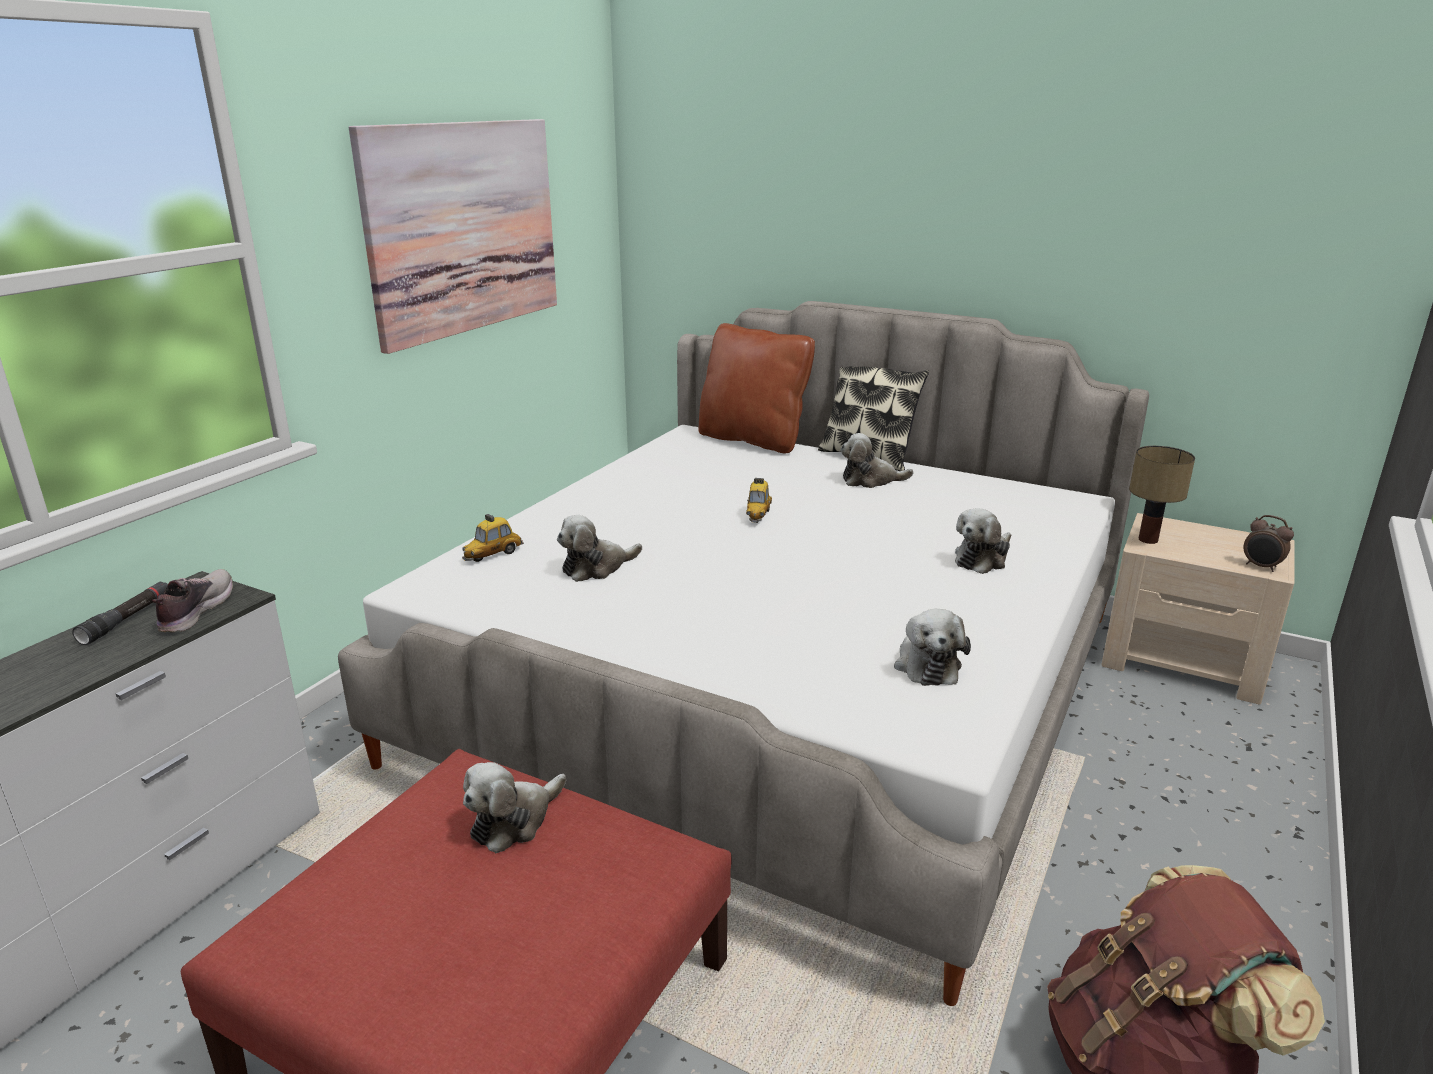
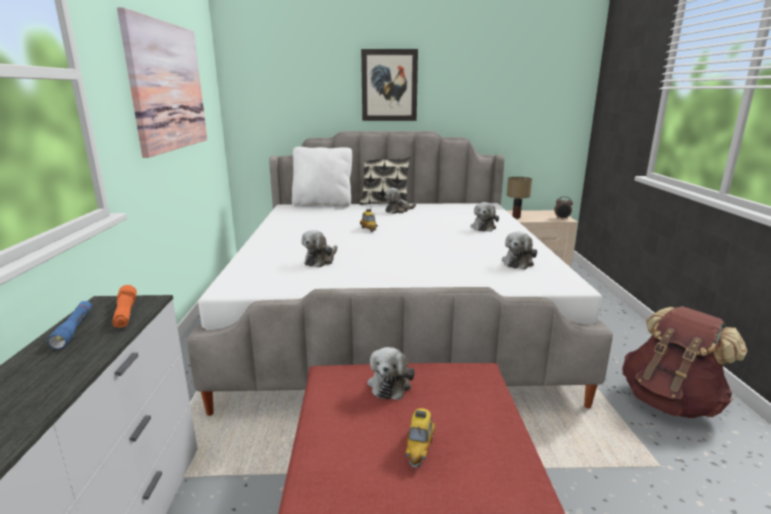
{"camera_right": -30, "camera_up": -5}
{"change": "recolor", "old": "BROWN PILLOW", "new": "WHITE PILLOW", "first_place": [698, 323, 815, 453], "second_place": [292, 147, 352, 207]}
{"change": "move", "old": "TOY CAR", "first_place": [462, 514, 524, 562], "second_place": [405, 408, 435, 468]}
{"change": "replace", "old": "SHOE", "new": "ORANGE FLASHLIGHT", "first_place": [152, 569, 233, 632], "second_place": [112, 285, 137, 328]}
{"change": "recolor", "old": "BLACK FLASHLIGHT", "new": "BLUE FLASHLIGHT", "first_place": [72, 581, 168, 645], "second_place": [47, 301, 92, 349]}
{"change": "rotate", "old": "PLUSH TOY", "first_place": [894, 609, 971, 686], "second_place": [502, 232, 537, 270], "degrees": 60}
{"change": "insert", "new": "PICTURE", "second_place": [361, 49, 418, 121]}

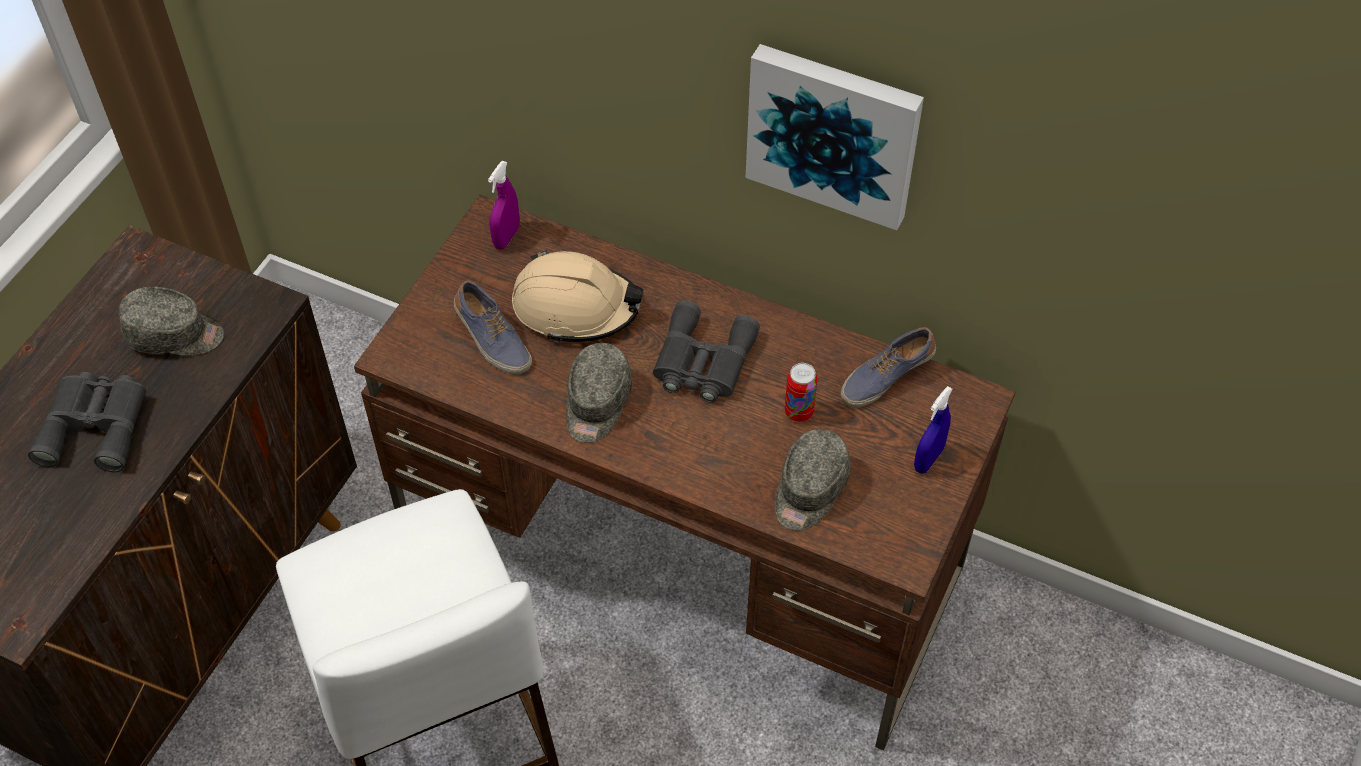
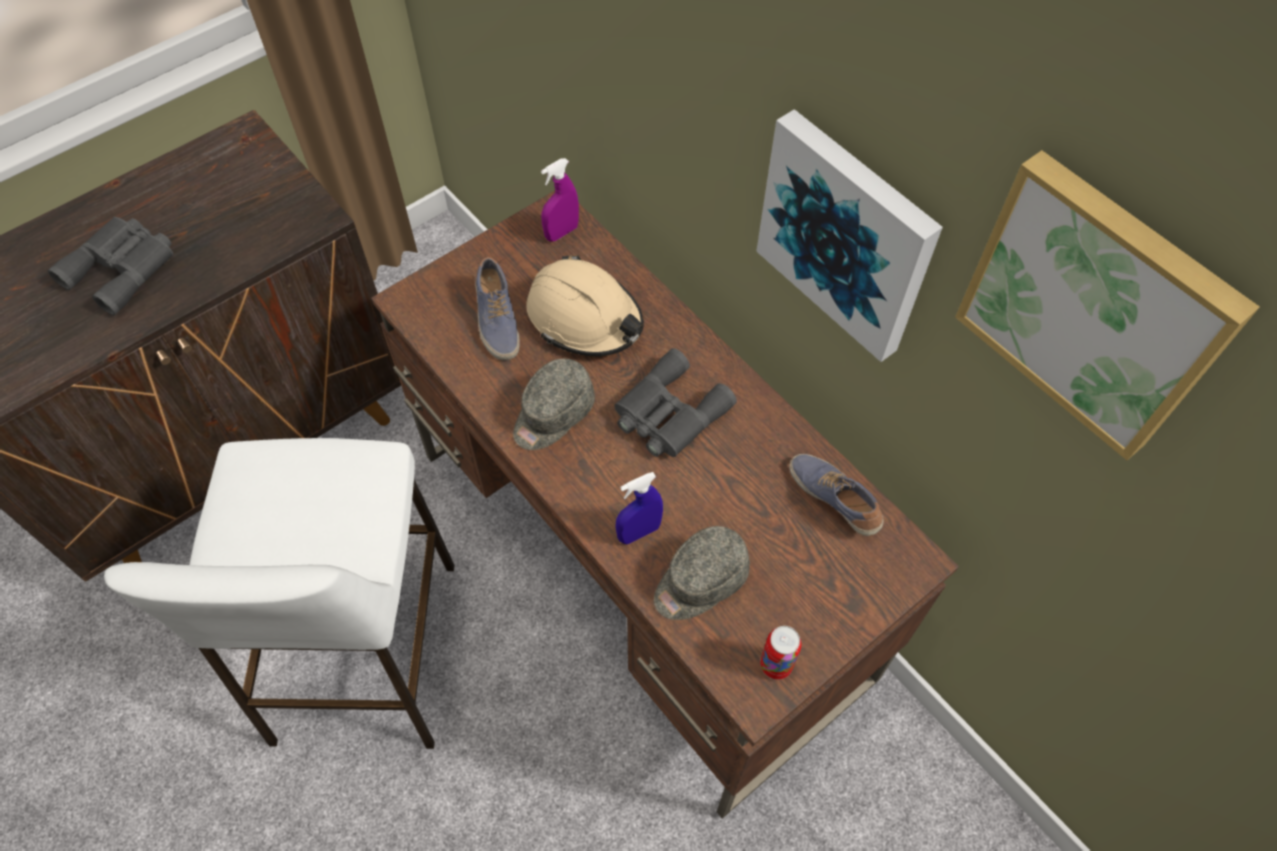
{"camera_right": 25, "camera_up": 5}
{"change": "delete", "old": "GREY CAP", "first_place": [119, 287, 224, 356]}
{"change": "rotate", "old": "SHOE", "first_place": [841, 327, 936, 408], "second_place": [789, 454, 884, 536], "degrees": 60}
{"change": "move", "old": "CAN", "first_place": [785, 363, 817, 422], "second_place": [760, 626, 801, 680]}
{"change": "move", "old": "BLUE SPRAY BOTTLE", "first_place": [914, 386, 953, 474], "second_place": [615, 472, 663, 544]}
{"change": "insert", "new": "PICTURE", "second_place": [955, 150, 1260, 460]}

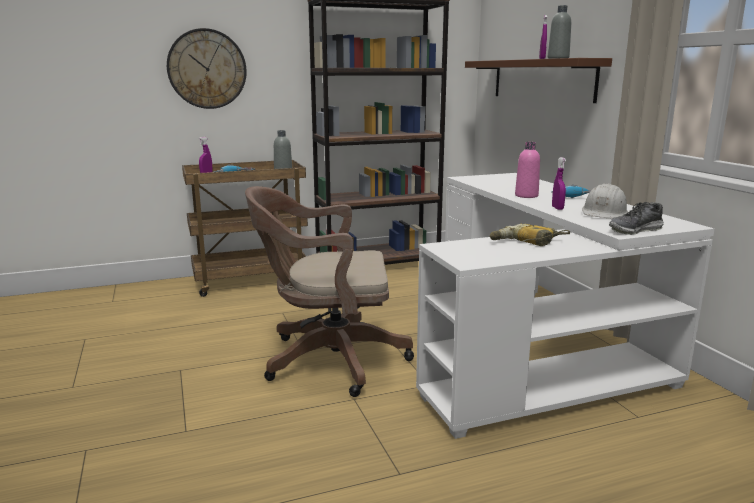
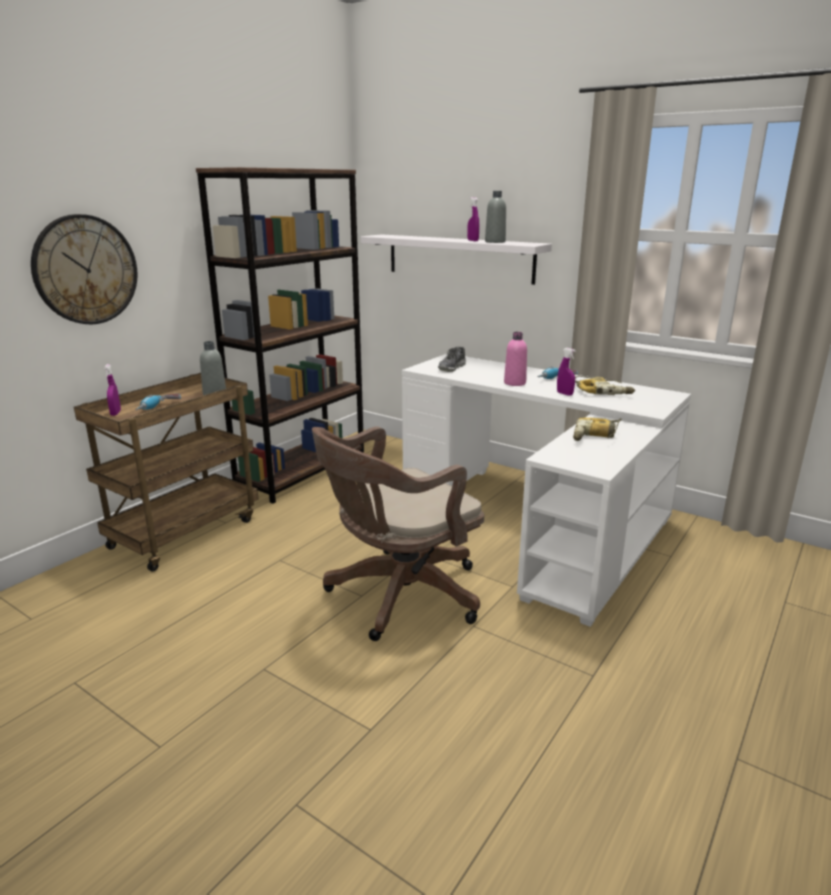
{"camera_right": -35, "camera_up": 5}
{"change": "recolor", "old": "BROWN SHELF", "new": "WHITE SHELF", "first_place": [465, 58, 612, 103], "second_place": [361, 234, 552, 285]}
{"change": "replace", "old": "WHITE HARD HAT", "new": "POWER DRILL", "first_place": [582, 183, 628, 218], "second_place": [575, 376, 635, 395]}
{"change": "move", "old": "SHOE", "first_place": [609, 202, 664, 235], "second_place": [438, 347, 466, 372]}

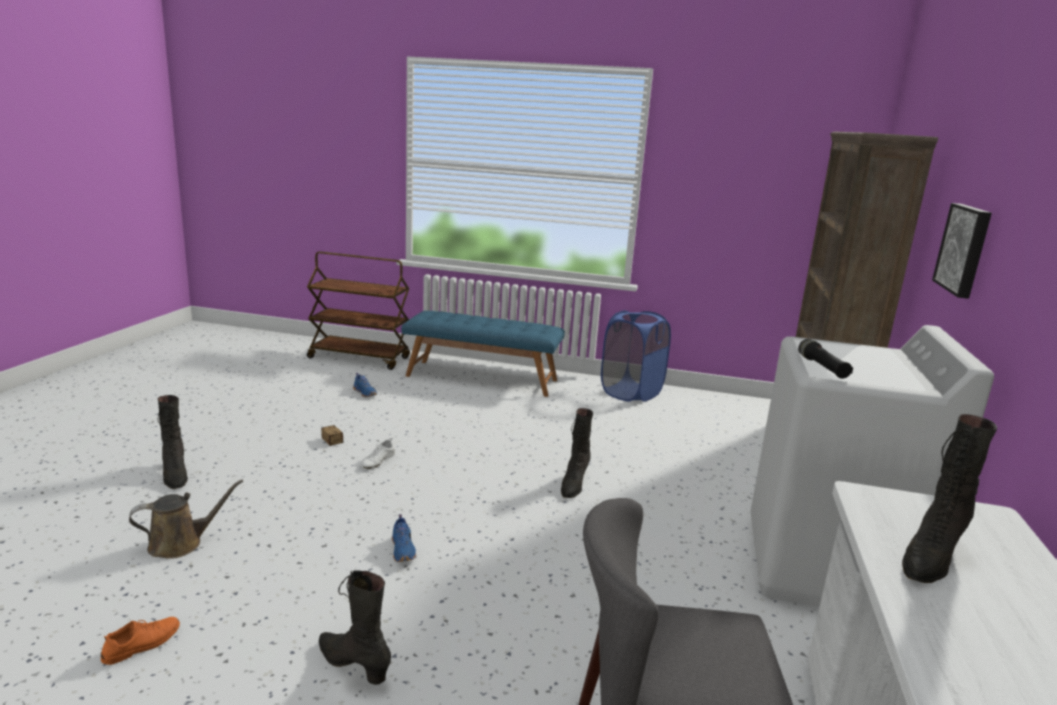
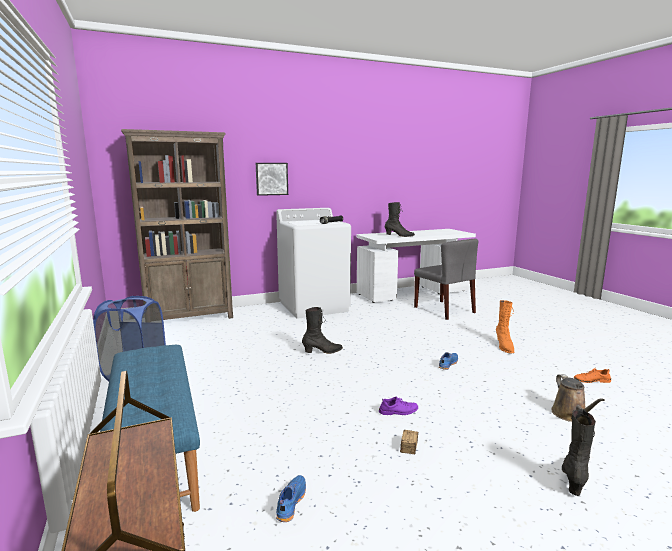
{"camera_right": -125, "camera_up": -5}
{"change": "recolor", "old": "WHITE SHOE", "new": "PURPLE SHOE", "first_place": [361, 438, 395, 470], "second_place": [379, 397, 418, 415]}
{"change": "rotate", "old": "BROWN WATERING CAN", "first_place": [129, 480, 243, 559], "second_place": [551, 374, 605, 422], "degrees": -120}
{"change": "recolor", "old": "BLACK BOOT", "new": "ORANGE BOOT", "first_place": [319, 570, 391, 685], "second_place": [496, 300, 514, 354]}

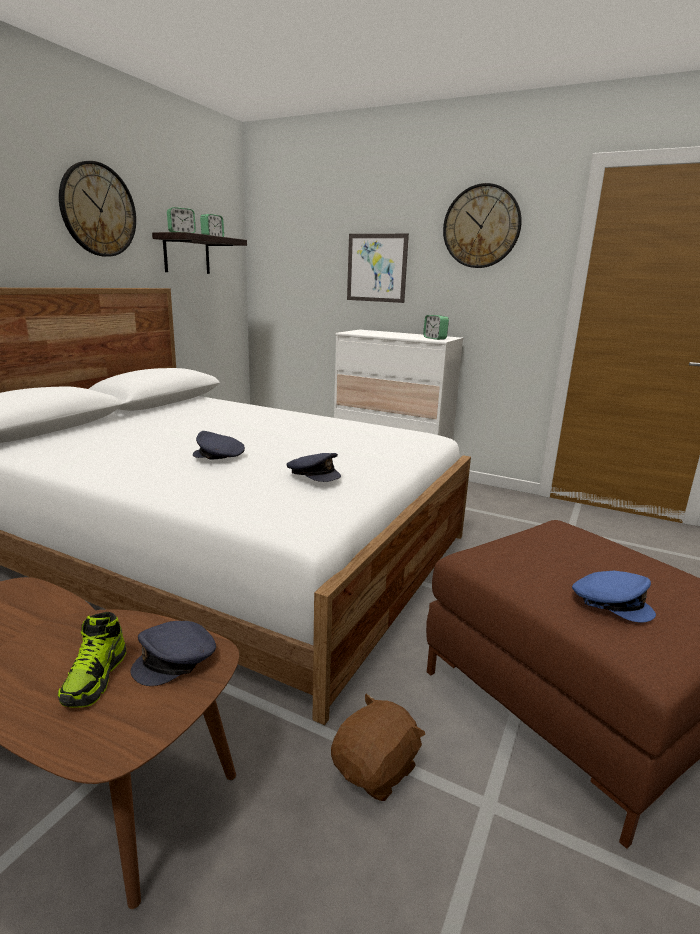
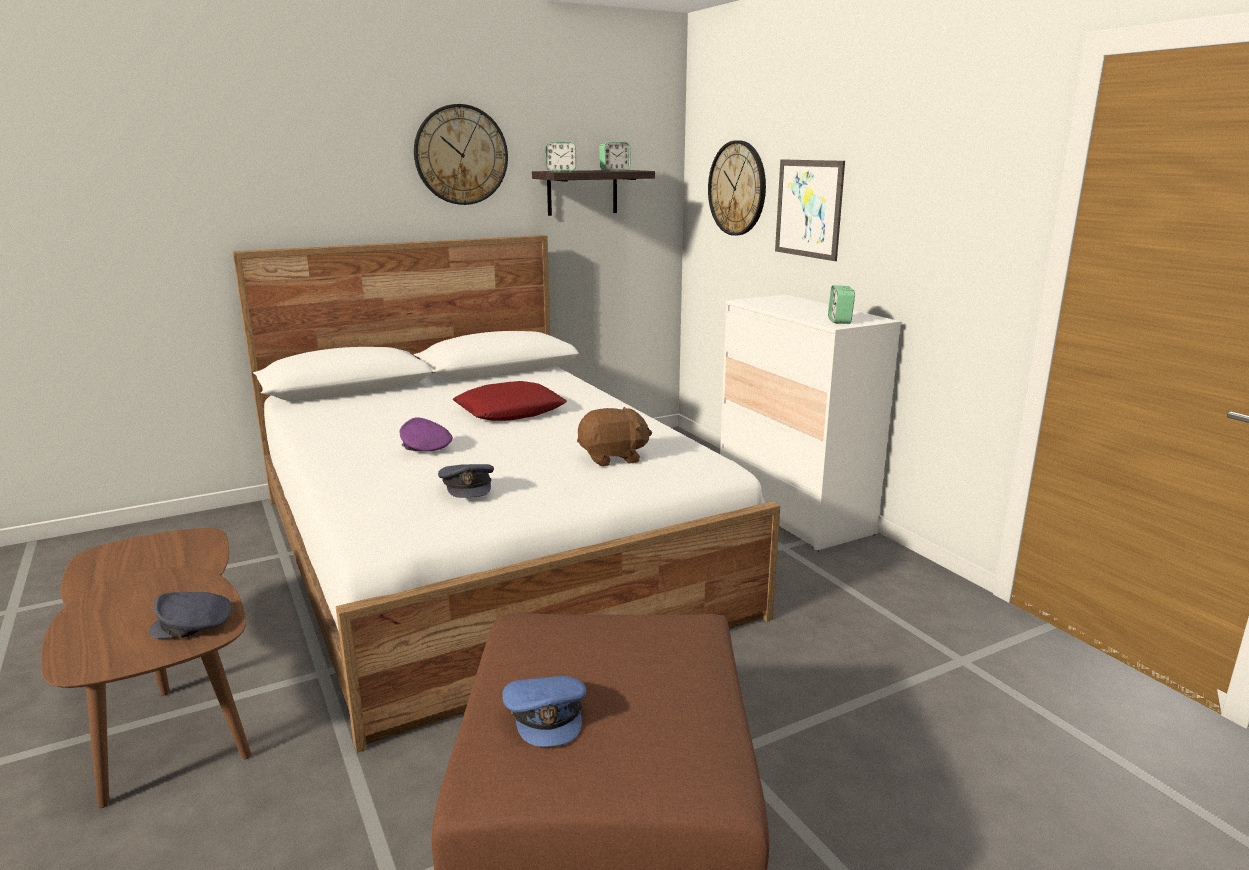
{"camera_right": 35, "camera_up": 0}
{"change": "move", "old": "WALL CLOCK", "first_place": [443, 183, 522, 268], "second_place": [708, 140, 766, 236]}
{"change": "recolor", "old": "GREY CAP", "new": "PURPLE CAP", "first_place": [193, 431, 245, 460], "second_place": [400, 417, 453, 451]}
{"change": "delete", "old": "SHOE", "first_place": [58, 612, 126, 708]}
{"change": "move", "old": "BROWN PLUSH TOY", "first_place": [331, 693, 425, 801], "second_place": [577, 407, 652, 466]}
{"change": "insert", "new": "RED PILLOW", "second_place": [452, 381, 567, 421]}

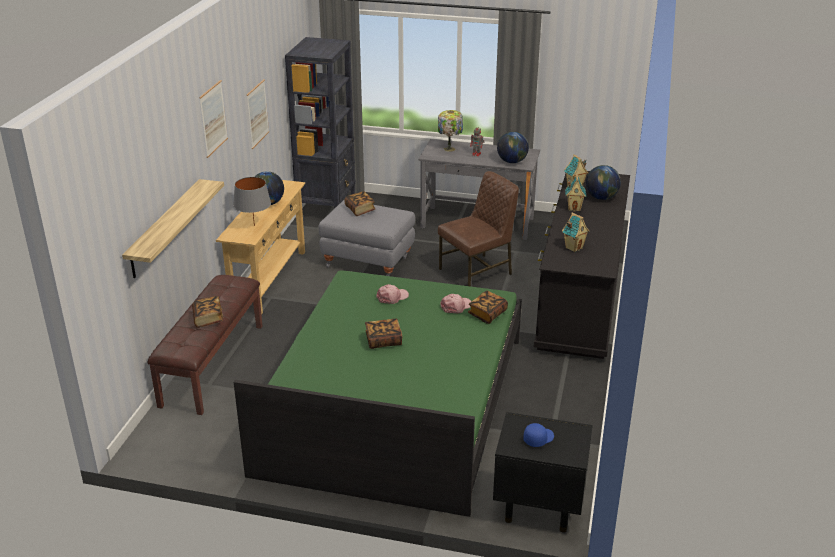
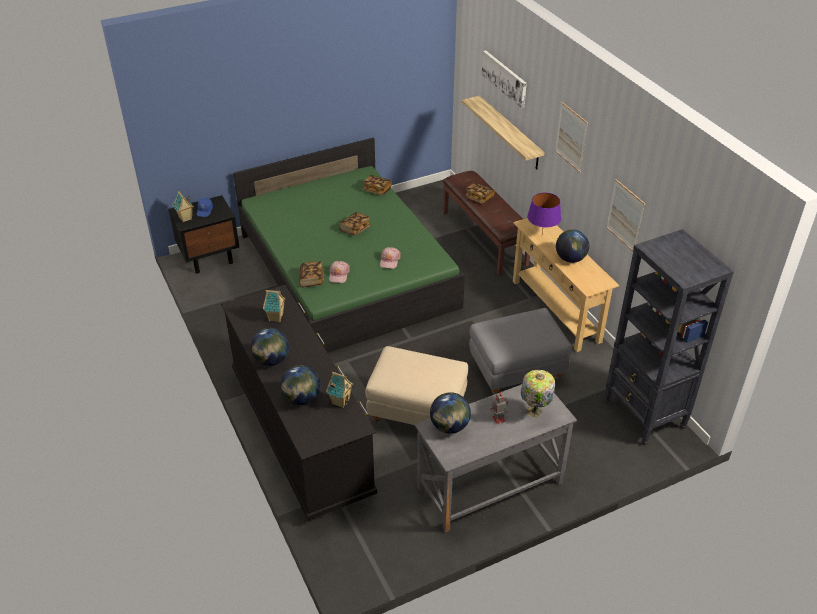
{"camera_right": 140, "camera_up": 10}
{"change": "replace", "old": "BROWN CHAIR", "new": "BEIGE OTTOMAN", "first_place": [438, 171, 519, 286], "second_place": [365, 346, 468, 425]}
{"change": "move", "old": "TOY HOUSE", "first_place": [565, 174, 586, 211], "second_place": [173, 191, 194, 223]}
{"change": "recolor", "old": "GREY TABLE LAMP", "new": "PURPLE TABLE LAMP", "first_place": [233, 177, 271, 226], "second_place": [527, 193, 561, 234]}
{"change": "move", "old": "BOOK", "first_place": [345, 191, 375, 216], "second_place": [363, 175, 392, 195]}
{"change": "insert", "new": "PICTURE", "second_place": [482, 50, 527, 108]}
{"change": "insert", "new": "GLOBE", "second_place": [251, 328, 290, 366]}

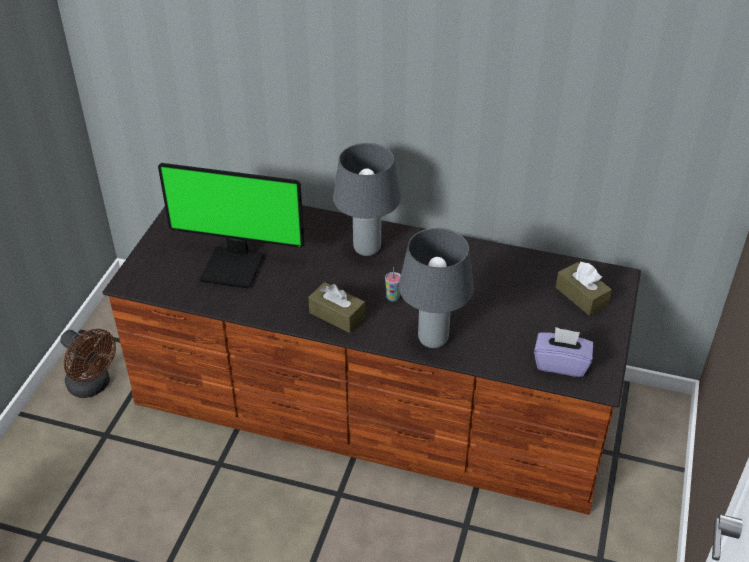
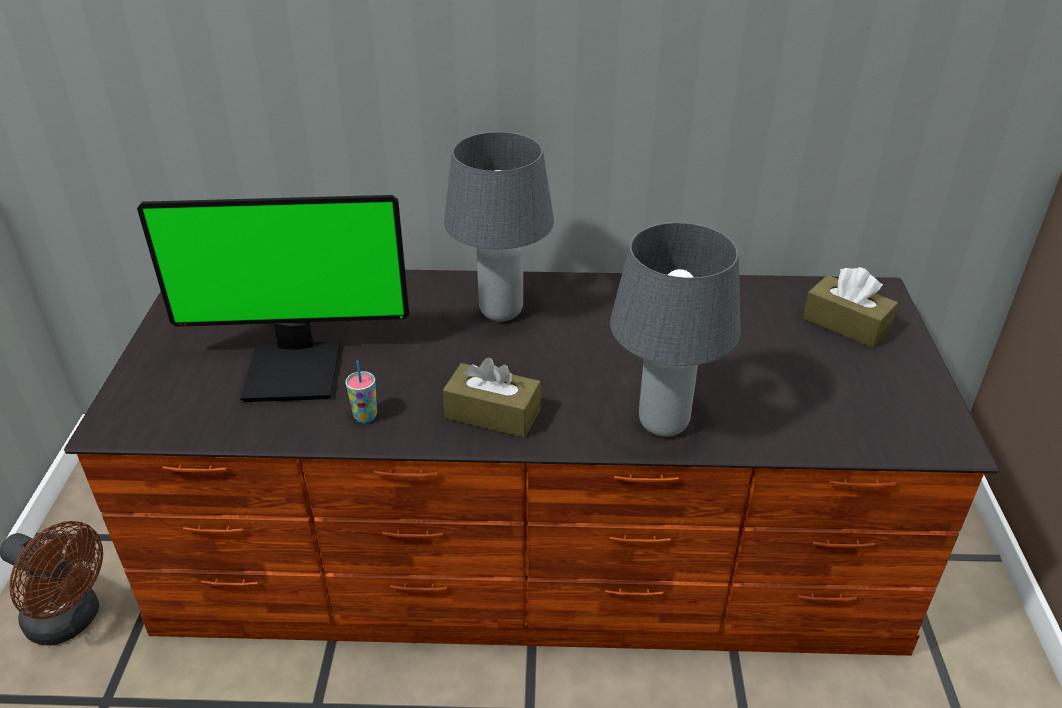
{"camera_right": -15, "camera_up": -5}
{"change": "move", "old": "CUP", "first_place": [385, 267, 401, 301], "second_place": [345, 361, 377, 423]}
{"change": "delete", "old": "PURPLE TISSUE BOX", "first_place": [534, 327, 593, 377]}

